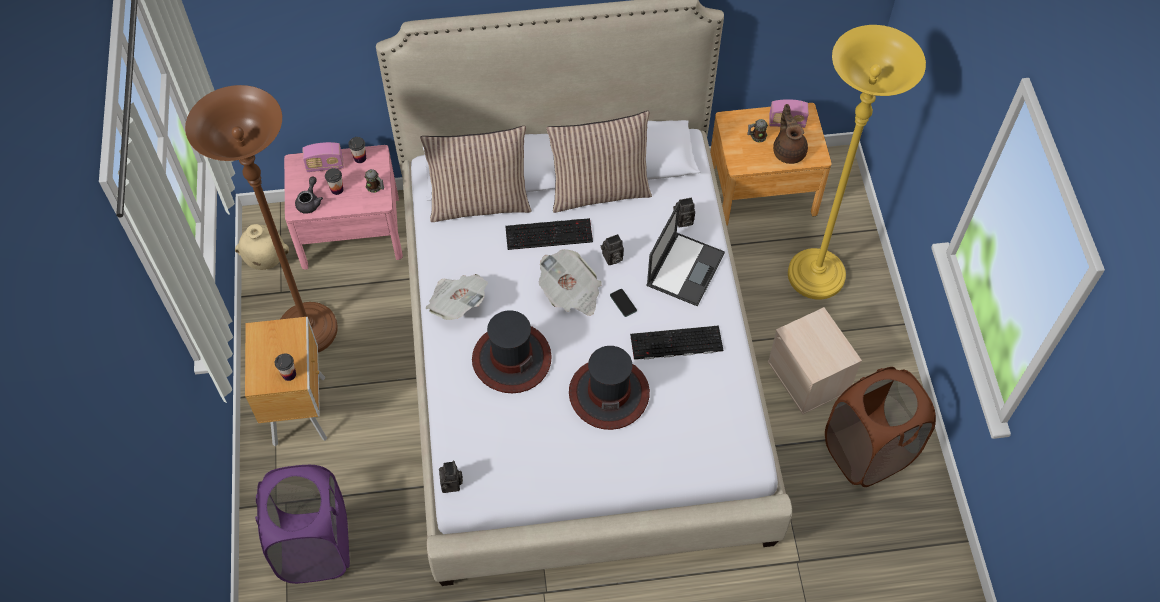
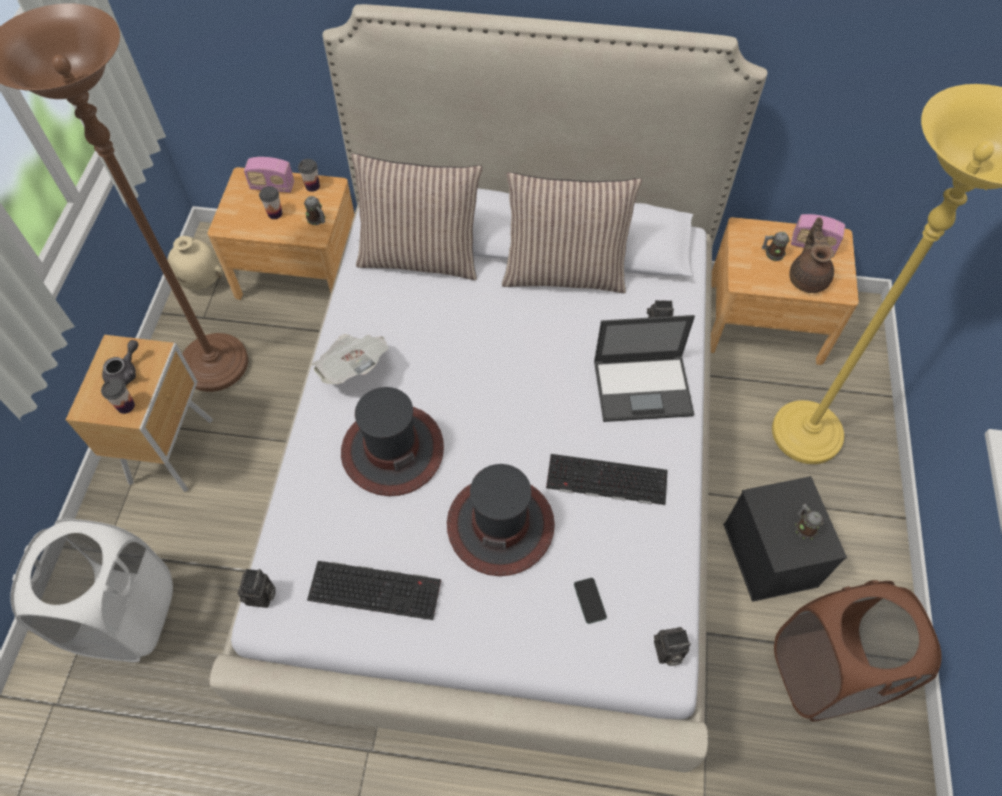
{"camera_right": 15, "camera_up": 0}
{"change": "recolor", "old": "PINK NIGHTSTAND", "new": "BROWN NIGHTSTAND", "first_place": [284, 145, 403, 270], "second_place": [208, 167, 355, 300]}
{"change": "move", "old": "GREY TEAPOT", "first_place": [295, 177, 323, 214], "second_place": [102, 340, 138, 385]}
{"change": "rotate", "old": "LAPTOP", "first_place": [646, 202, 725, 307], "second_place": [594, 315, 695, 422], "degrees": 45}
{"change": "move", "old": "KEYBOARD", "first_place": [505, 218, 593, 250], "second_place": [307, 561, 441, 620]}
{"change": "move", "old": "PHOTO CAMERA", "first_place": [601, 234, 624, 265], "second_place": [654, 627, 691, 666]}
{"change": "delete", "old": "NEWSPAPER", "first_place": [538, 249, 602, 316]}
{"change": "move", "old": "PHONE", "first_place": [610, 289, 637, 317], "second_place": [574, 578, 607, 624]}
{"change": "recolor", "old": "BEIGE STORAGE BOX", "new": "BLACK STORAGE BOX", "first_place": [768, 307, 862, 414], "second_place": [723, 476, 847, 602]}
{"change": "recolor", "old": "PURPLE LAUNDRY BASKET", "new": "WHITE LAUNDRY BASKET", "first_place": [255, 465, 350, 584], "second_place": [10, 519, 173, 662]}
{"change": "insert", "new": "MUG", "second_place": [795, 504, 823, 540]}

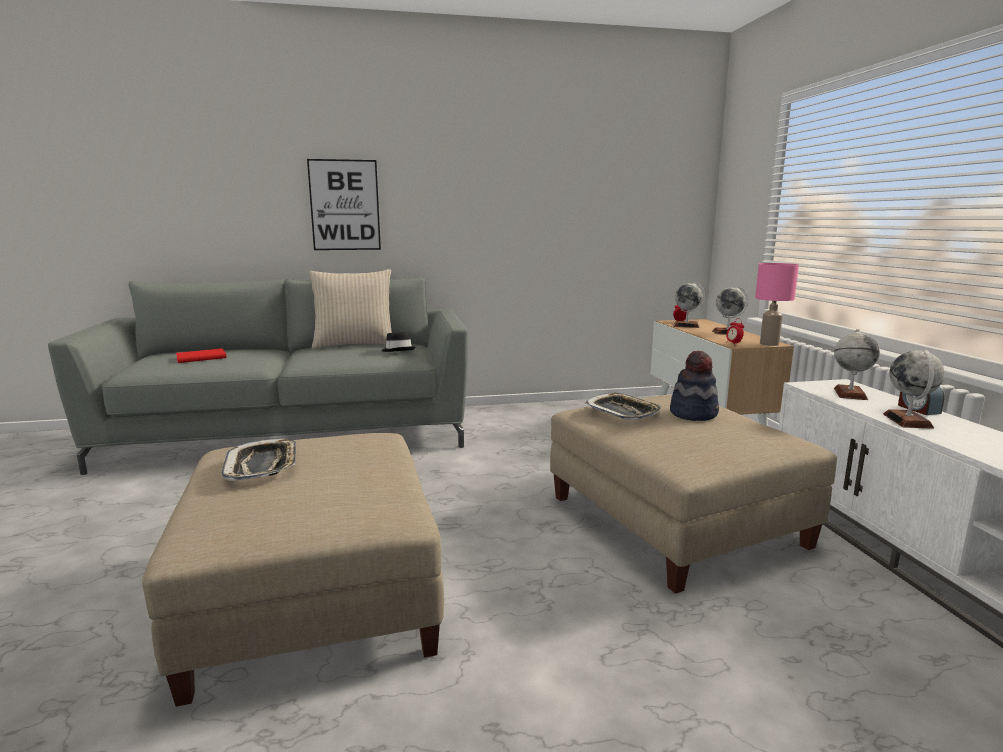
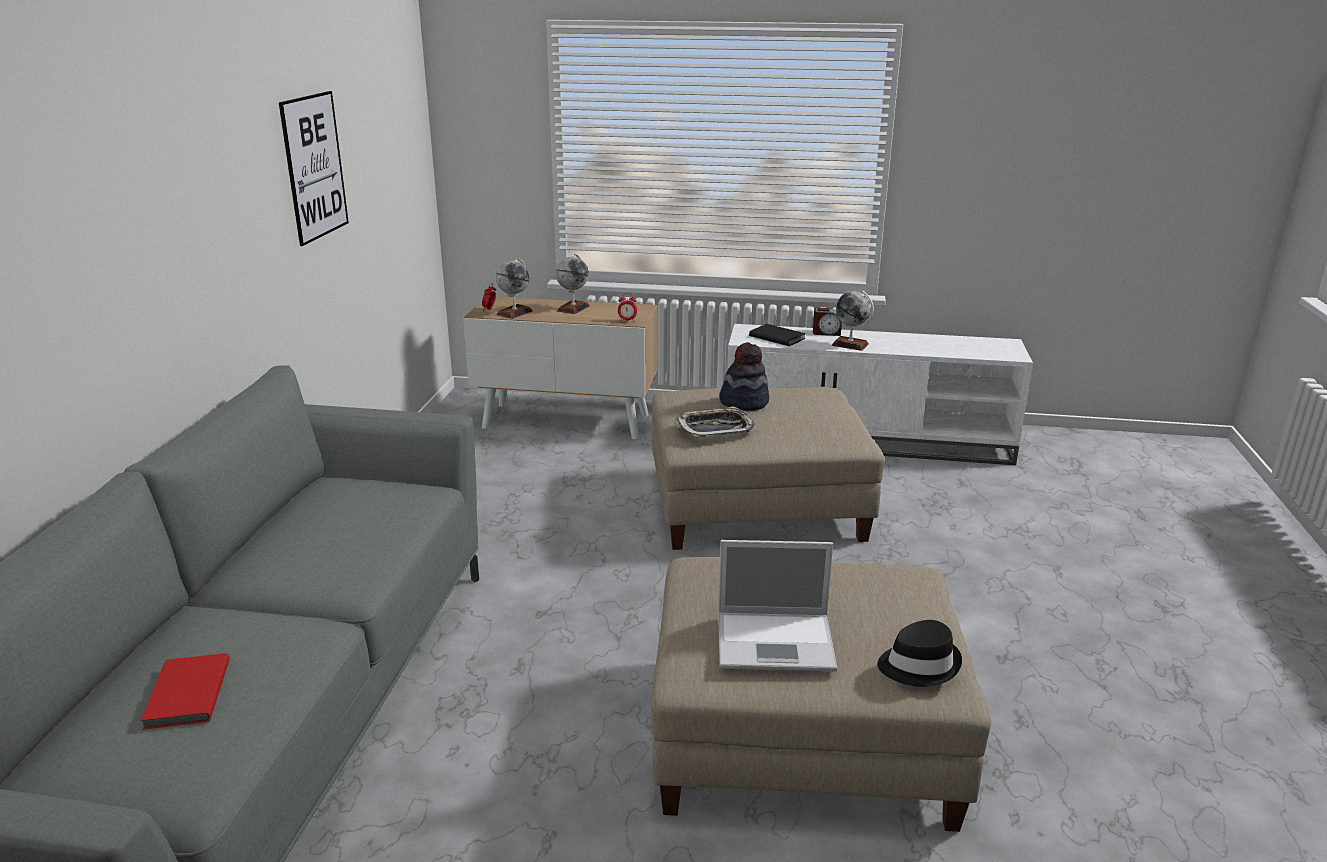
{"camera_right": -70, "camera_up": 10}
{"change": "move", "old": "PICTURE", "first_place": [307, 159, 381, 250], "second_place": [279, 91, 349, 246]}
{"change": "delete", "old": "PINK TABLE LAMP", "first_place": [755, 263, 799, 346]}
{"change": "delete", "old": "BEIGE PILLOW", "first_place": [309, 269, 392, 349]}
{"change": "replace", "old": "GLOBE", "new": "BLACK BOOK", "first_place": [834, 329, 880, 400], "second_place": [749, 324, 806, 346]}
{"change": "move", "old": "BLACK HAT", "first_place": [381, 332, 416, 352], "second_place": [877, 620, 962, 687]}
{"change": "replace", "old": "TRAY", "new": "LAPTOP", "first_place": [222, 438, 296, 481], "second_place": [718, 540, 837, 671]}

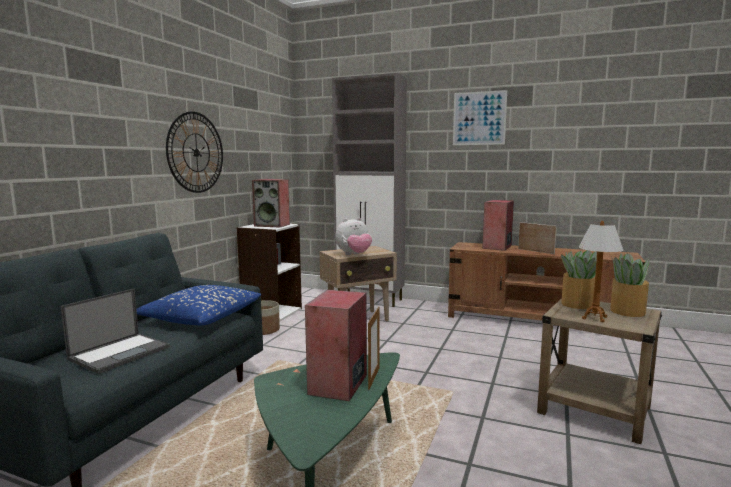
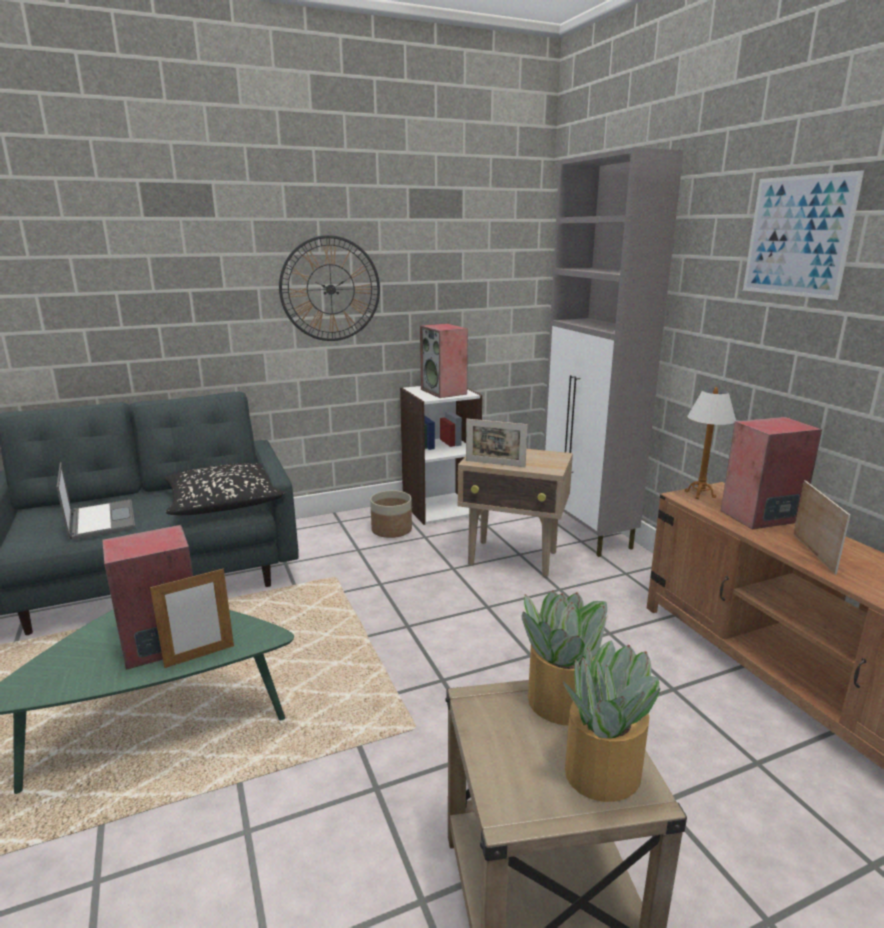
{"camera_right": 45, "camera_up": 10}
{"change": "replace", "old": "PLUSH TOY", "new": "PICTURE FRAME", "first_place": [335, 218, 372, 255], "second_place": [466, 419, 528, 467]}
{"change": "move", "old": "TABLE LAMP", "first_place": [579, 221, 623, 322], "second_place": [685, 387, 736, 499]}
{"change": "recolor", "old": "BLUE PILLOW", "new": "BLACK PILLOW", "first_place": [136, 285, 261, 325], "second_place": [164, 463, 286, 515]}
{"change": "rotate", "old": "LAPTOP", "first_place": [60, 289, 170, 374], "second_place": [56, 462, 136, 541], "degrees": -105}

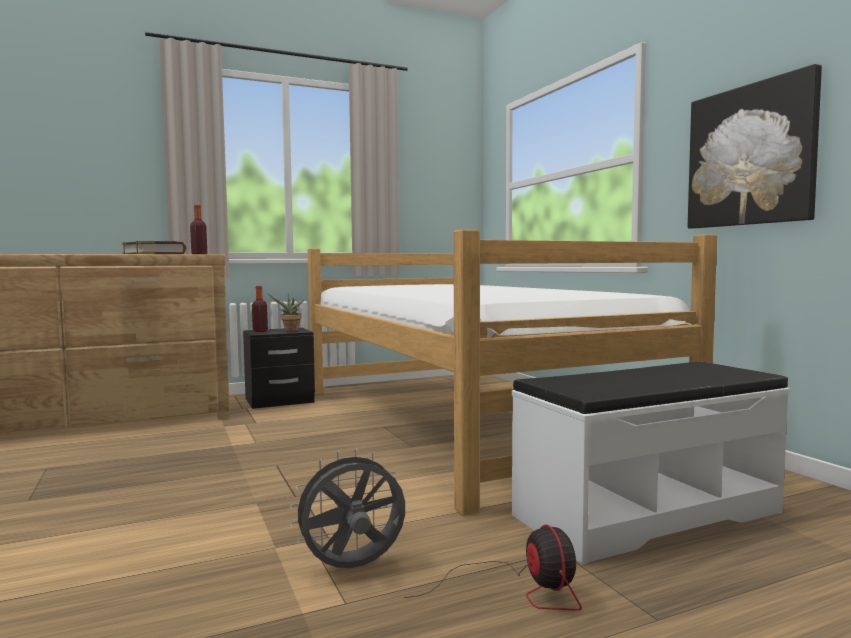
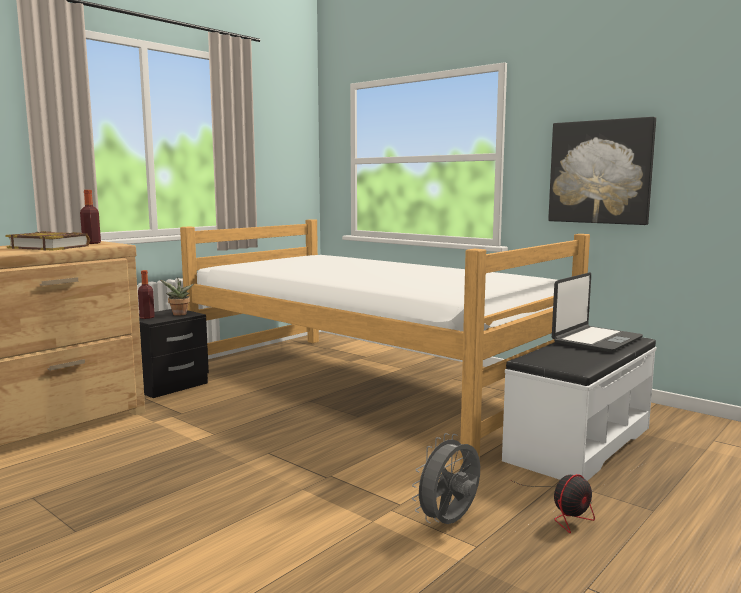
{"camera_right": -25, "camera_up": 5}
{"change": "rotate", "old": "FAN", "first_place": [403, 525, 582, 611], "second_place": [511, 474, 595, 534], "degrees": 90}
{"change": "insert", "new": "LAPTOP", "second_place": [552, 272, 643, 352]}

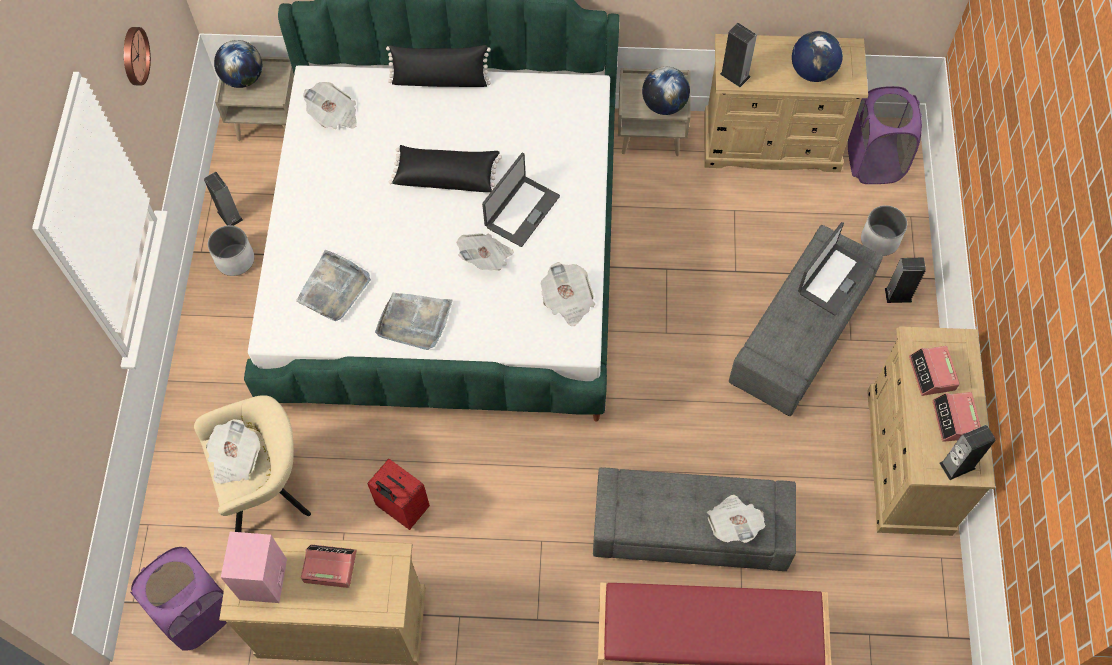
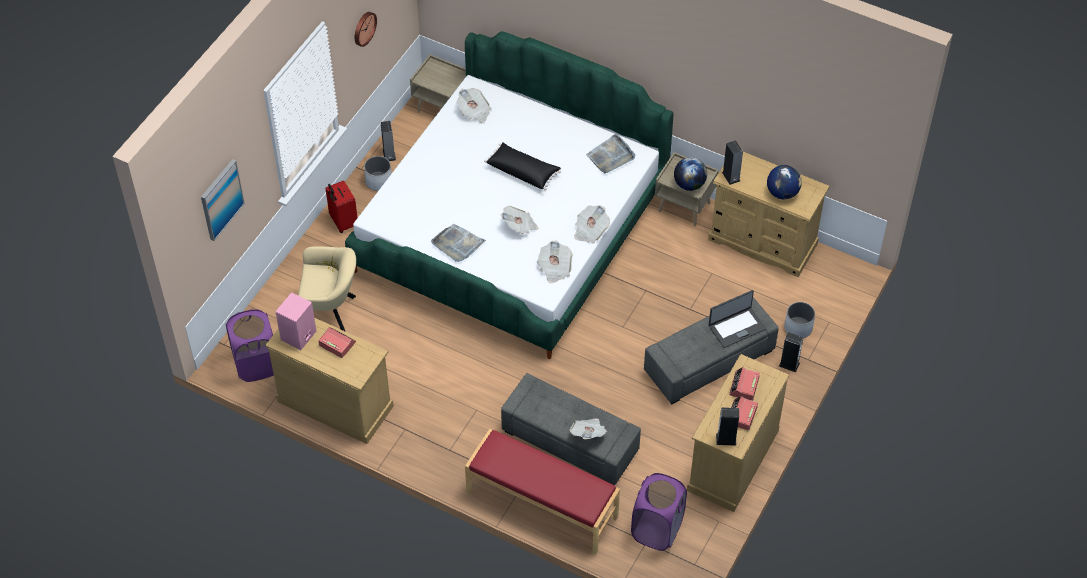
{"camera_right": 25, "camera_up": -10}
{"change": "delete", "old": "GLOBE", "first_place": [214, 40, 262, 88]}
{"change": "delete", "old": "BLACK PILLOW", "first_place": [386, 45, 491, 87]}
{"change": "move", "old": "PURPLE LAUNDRY BASKET", "first_place": [848, 86, 922, 184], "second_place": [631, 473, 687, 551]}
{"change": "delete", "old": "LAPTOP", "first_place": [482, 153, 560, 247]}
{"change": "move", "old": "GREY TRAY", "first_place": [296, 250, 371, 321], "second_place": [586, 133, 635, 173]}
{"change": "move", "old": "NEWSPAPER", "first_place": [206, 419, 260, 484], "second_place": [574, 205, 610, 244]}
{"change": "move", "old": "RED SUITCASE", "first_place": [367, 459, 430, 530], "second_place": [325, 181, 358, 233]}
{"change": "insert", "new": "PICTURE", "second_place": [201, 159, 245, 241]}

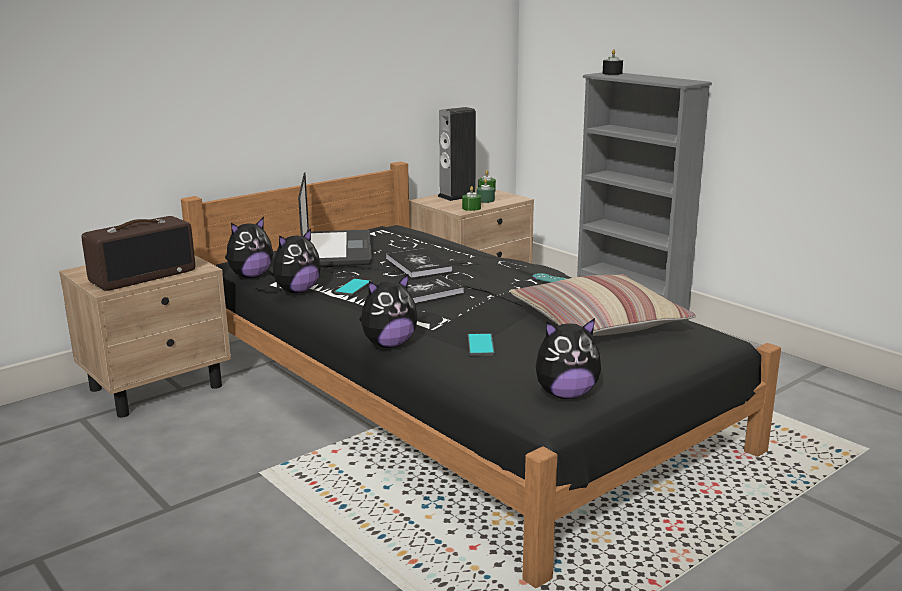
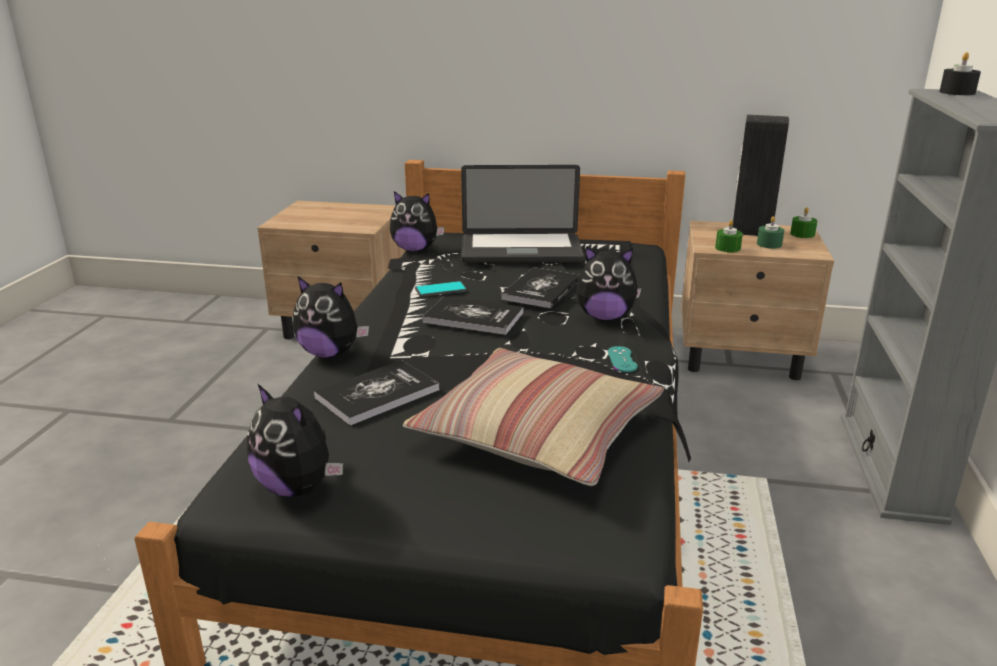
{"camera_right": 50, "camera_up": 5}
{"change": "rotate", "old": "LAPTOP", "first_place": [298, 172, 372, 267], "second_place": [461, 165, 584, 263], "degrees": 45}
{"change": "delete", "old": "RADIO", "first_place": [81, 216, 195, 291]}
{"change": "move", "old": "PLUSH TOY", "first_place": [268, 229, 321, 293], "second_place": [576, 246, 642, 321]}
{"change": "replace", "old": "PHONE", "new": "BOOK", "first_place": [468, 333, 495, 356], "second_place": [314, 360, 440, 426]}

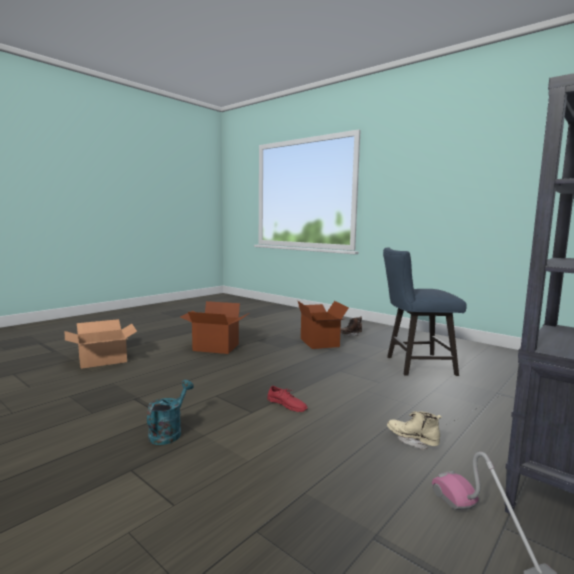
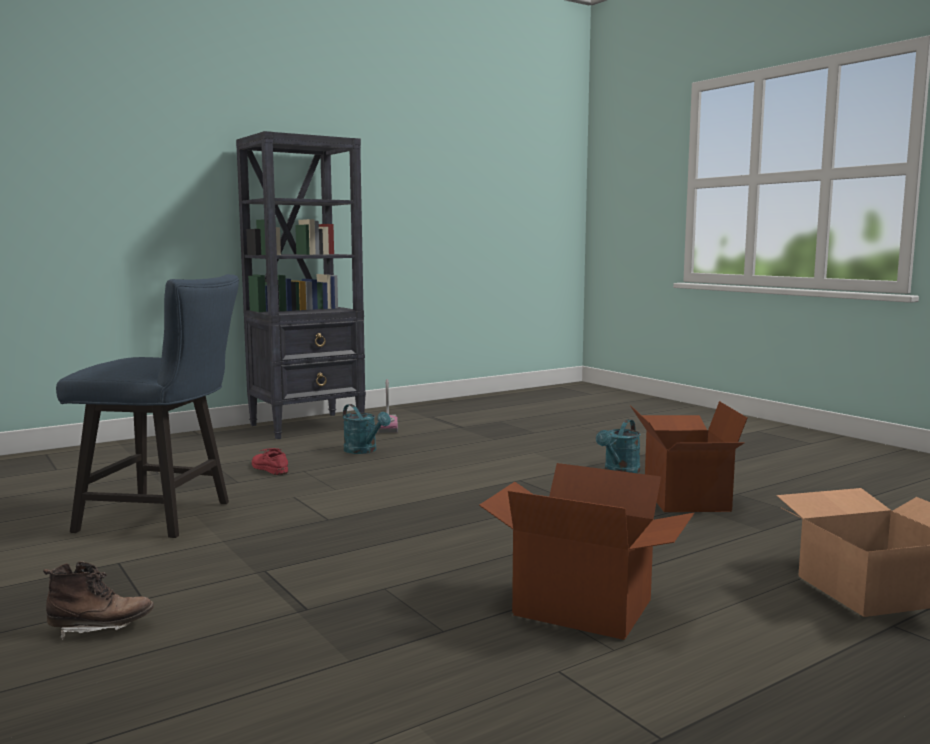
{"camera_right": -165, "camera_up": 0}
{"change": "move", "old": "CARDBOARD BOX", "first_place": [298, 301, 349, 349], "second_place": [630, 401, 747, 512]}
{"change": "move", "old": "RED SHOE", "first_place": [267, 386, 308, 412], "second_place": [252, 448, 288, 475]}
{"change": "replace", "old": "BEIGE BOOT", "new": "TURQUOISE WATERING CAN", "first_place": [387, 411, 442, 450], "second_place": [343, 404, 391, 454]}

